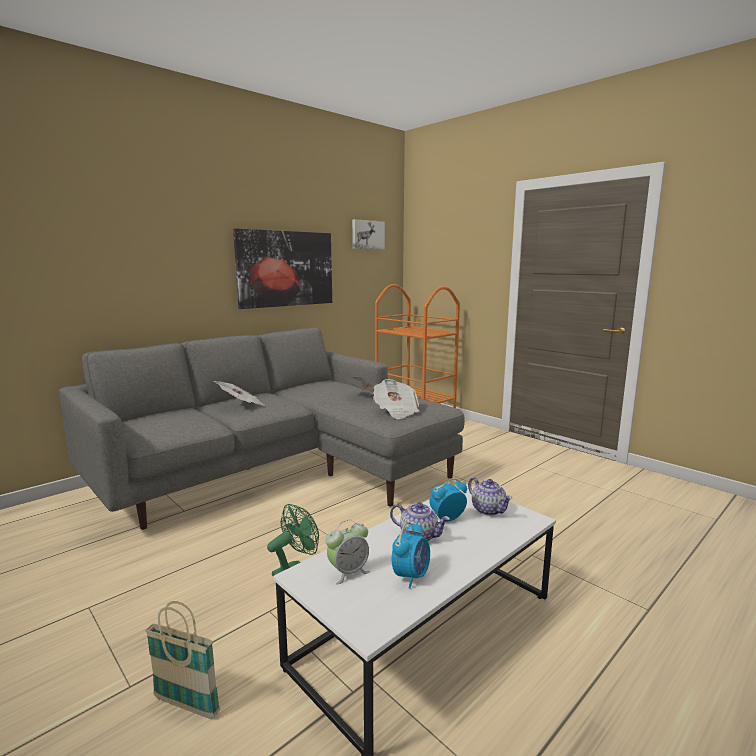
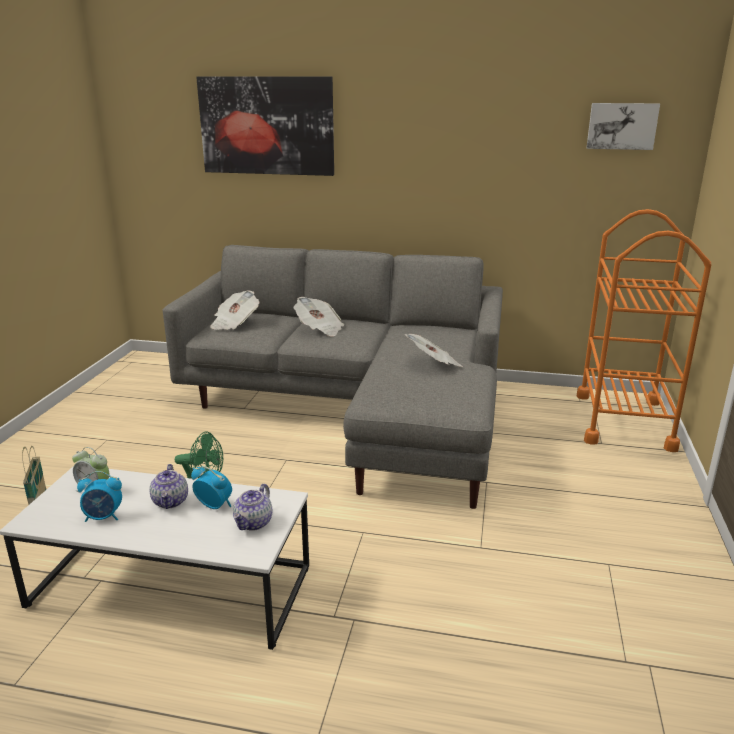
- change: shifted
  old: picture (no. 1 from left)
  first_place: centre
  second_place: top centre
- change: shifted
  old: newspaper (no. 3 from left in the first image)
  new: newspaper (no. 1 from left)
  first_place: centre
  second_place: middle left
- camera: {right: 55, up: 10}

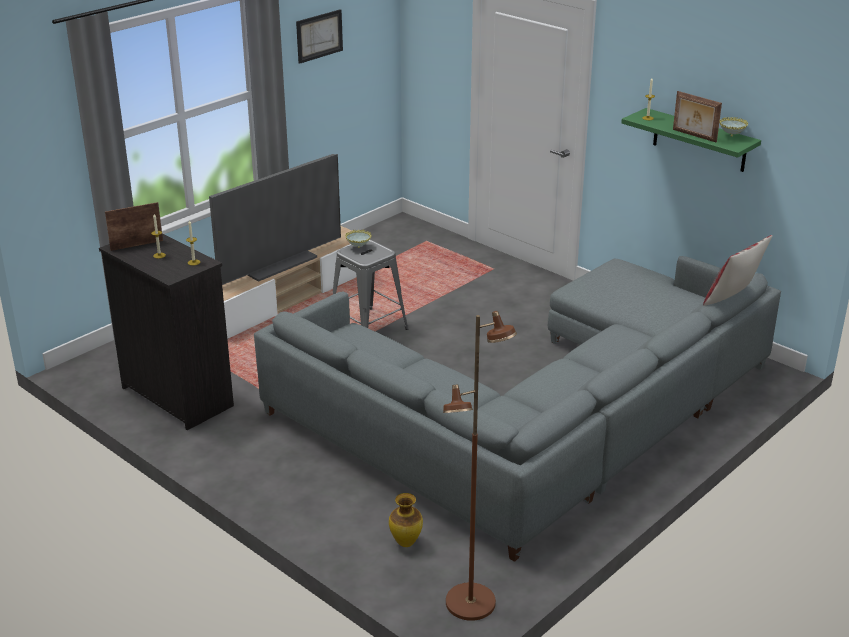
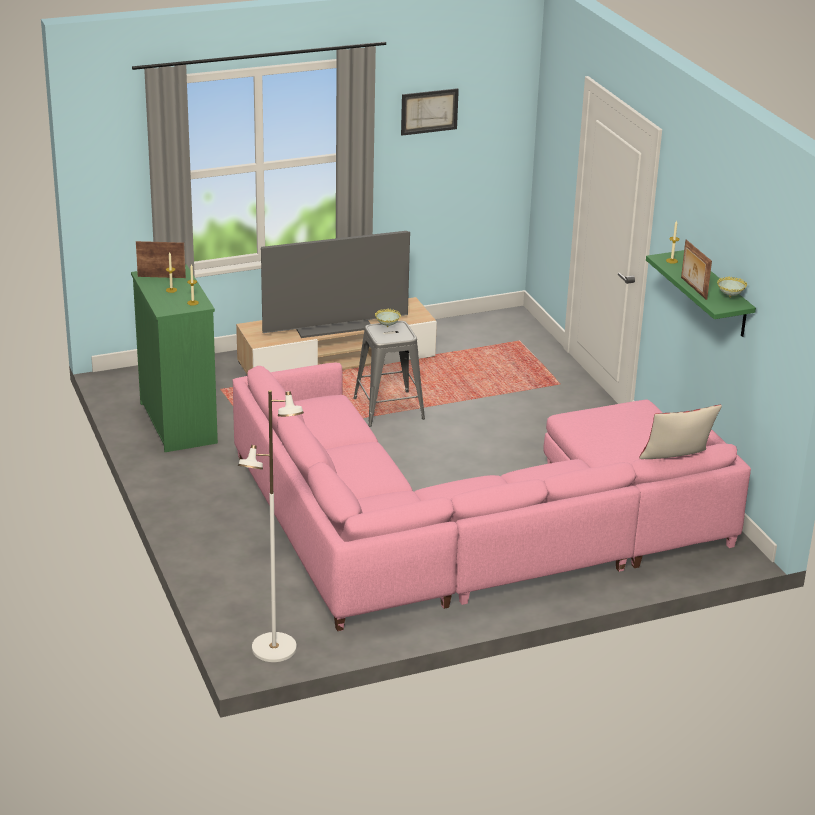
- change: repainted
  old: blackish_dresser
  new: greenish_dresser
  first_place: middle left
  second_place: middle left
- change: repainted
  old: gray_couch
  new: pink_couch
  first_place: centre
  second_place: centre
- change: repainted
  old: brownish_standing_lamp
  new: whitish_standing_lamp
  first_place: bottom centre
  second_place: middle left
- change: gone
  old: vase
  first_place: bottom centre
- camera: {right: 25, up: 0}

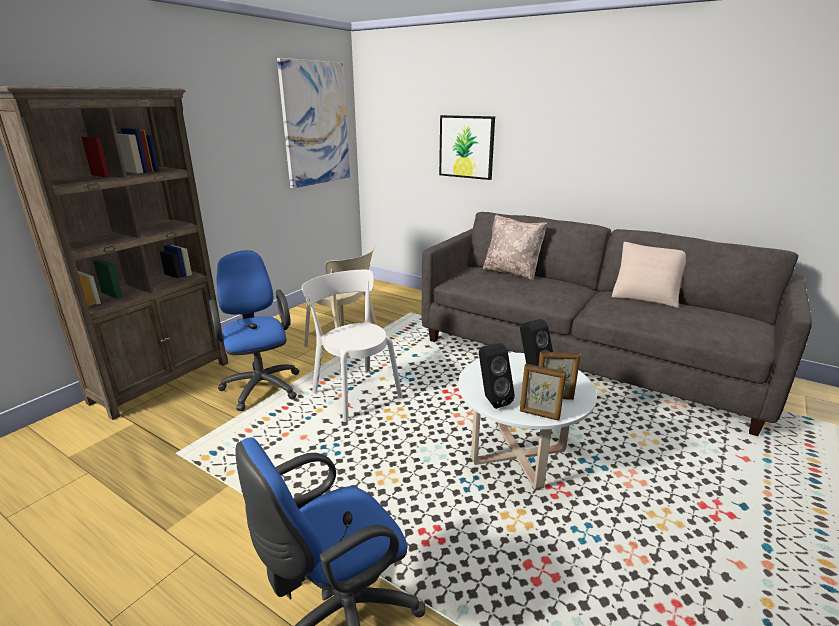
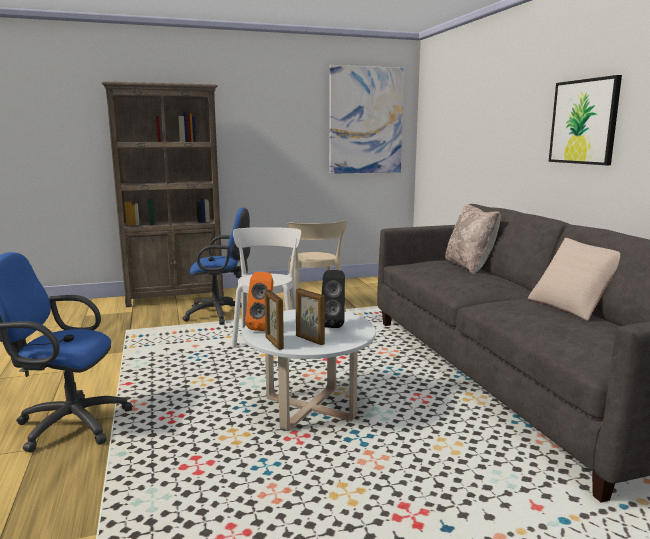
- change: shifted
  old: picture (no. 2 from left)
  first_place: top centre
  second_place: top right
- change: rotated
  old: blue_desk_chair (no. 1 from left in the first image)
  first_place: middle left
  second_place: middle left
  degrees: 75
- change: repainted
  old: blackish_audio_speaker (no. 1 from left)
  new: orangey_audio_speaker
  first_place: centre
  second_place: centre
- camera: {right: 40, up: -10}

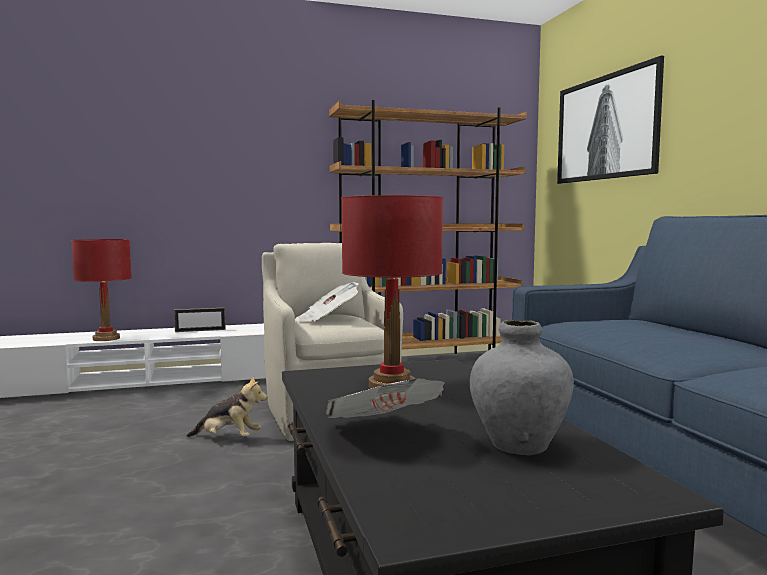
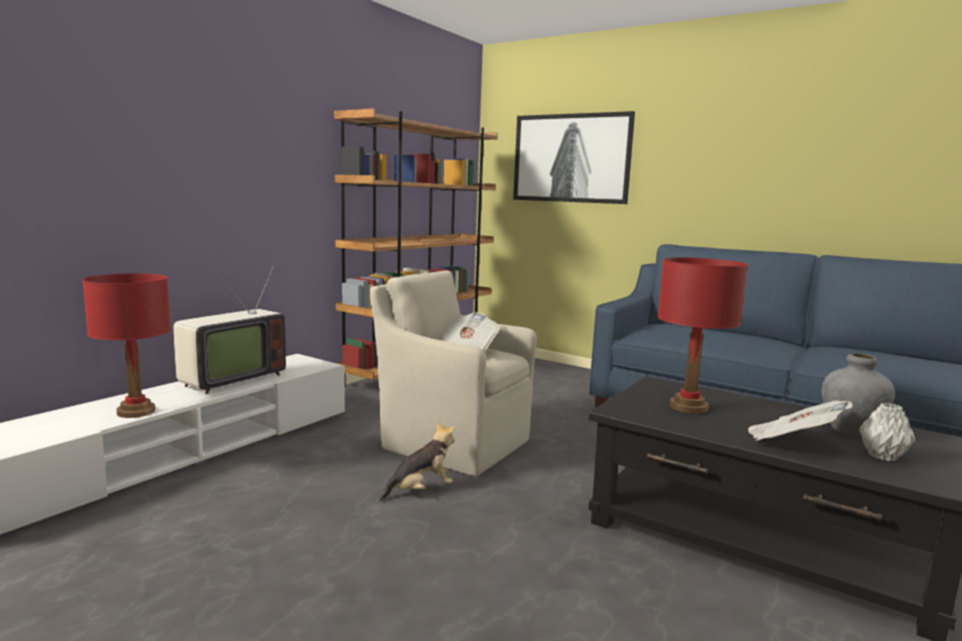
- change: swapped
  old: photo_frame
  new: TV
  first_place: middle left
  second_place: middle left
- change: new
  new: gray_vase (no. 2 from left)
  second_place: bottom right
- camera: {right: -40, up: 5}

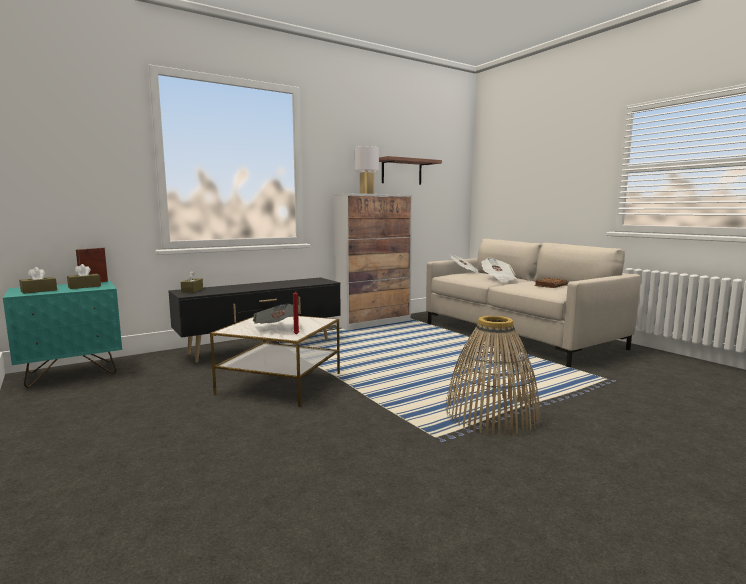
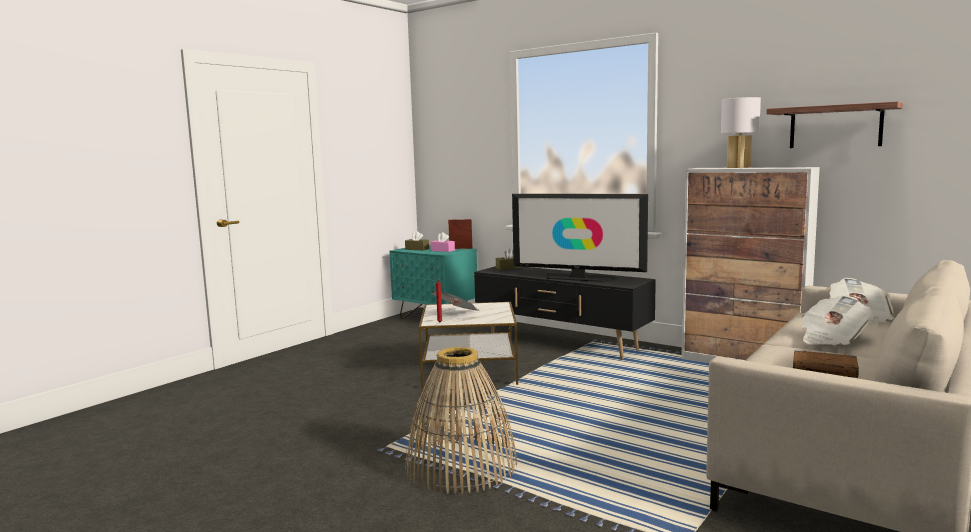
- change: repainted
  old: brownish_tissue_holder (no. 2 from left)
  new: pink_tissue_holder
  first_place: middle left
  second_place: centre
- change: new
  new: TV
  second_place: centre
- camera: {right: 70, up: 0}

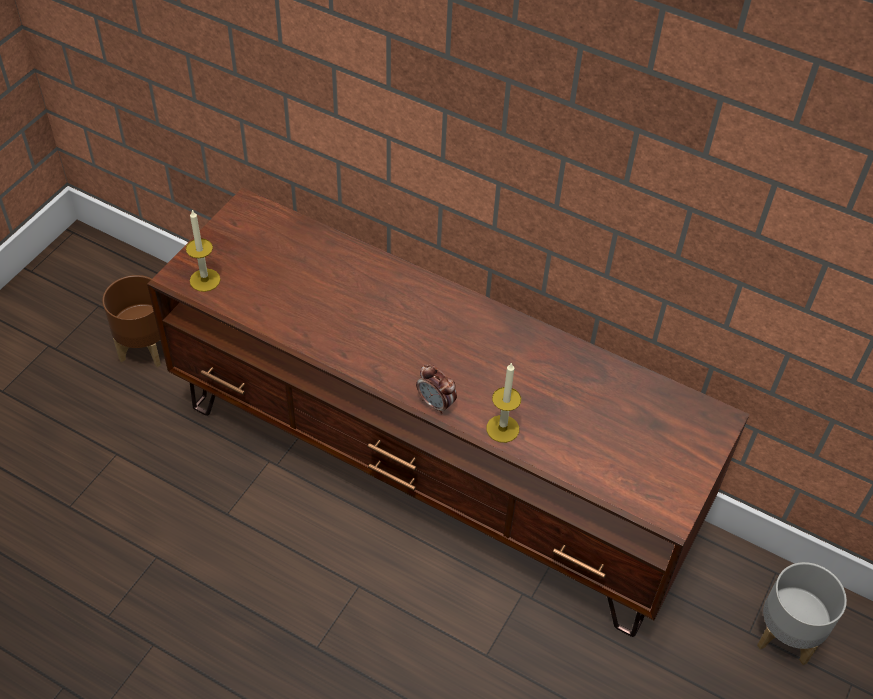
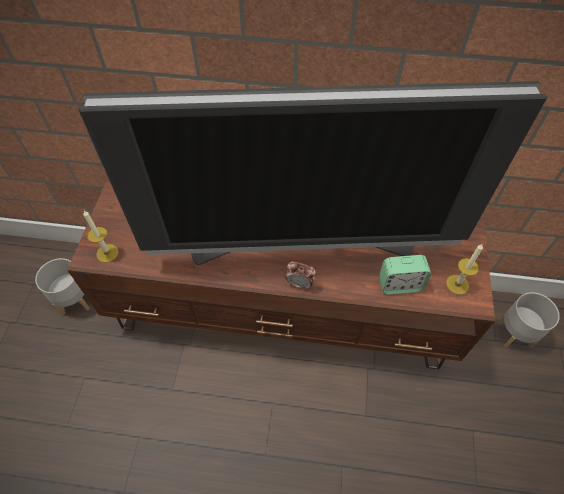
- change: repainted
  old: brownish_planter
  new: gray_planter (no. 1 from left)
  first_place: middle left
  second_place: middle left
- change: shifted
  old: wax_light (no. 2 from left)
  first_place: centre
  second_place: middle right
- change: new
  new: TV
  second_place: centre
- change: new
  new: bedside_clock (no. 2 from left)
  second_place: middle right
- camera: {right: -20, up: 5}

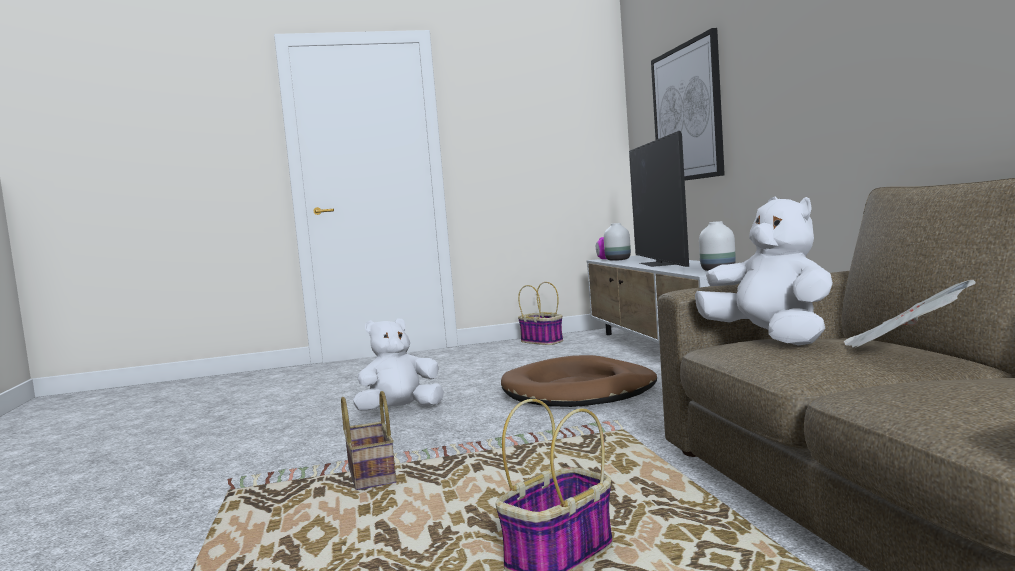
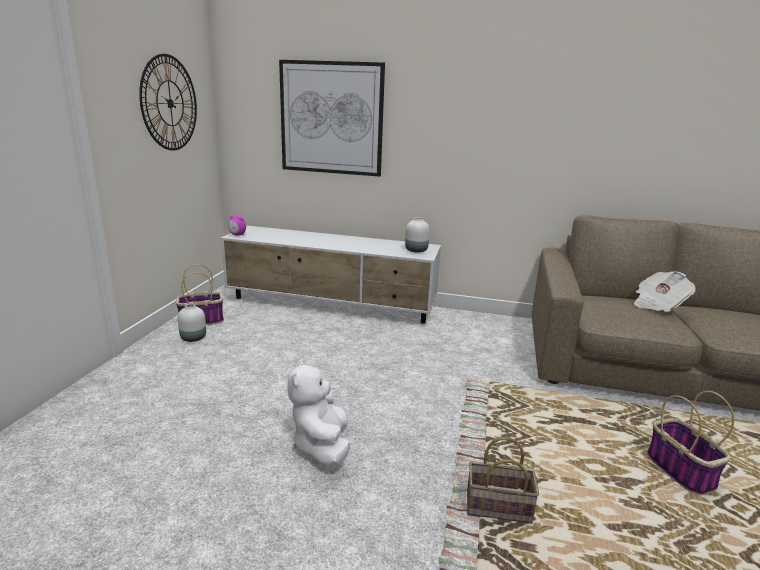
- change: gone
  old: TV
  first_place: centre
- change: gone
  old: whitish_plush_toy (no. 2 from left)
  first_place: middle right
- change: shifted
  old: whitish_vase (no. 1 from left)
  first_place: centre
  second_place: middle left
- change: gone
  old: brownish_dog_bed
  first_place: bottom centre
- change: new
  new: wall_clock
  second_place: top left
- camera: {right: -65, up: 15}

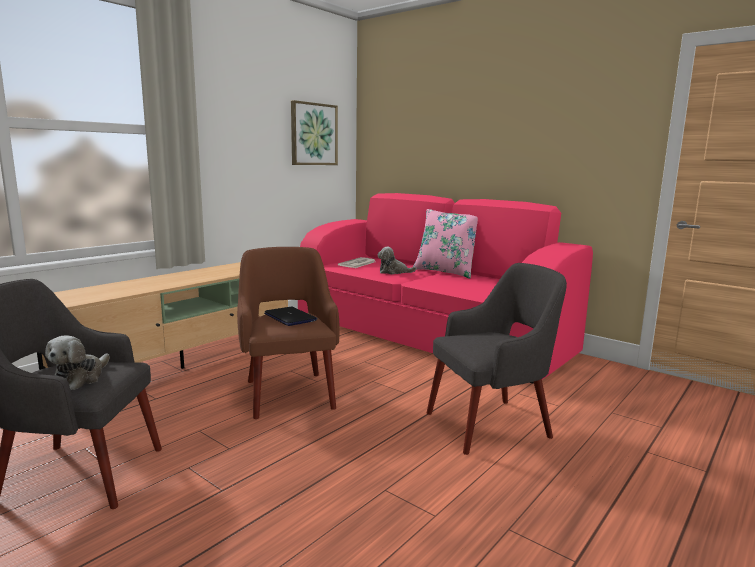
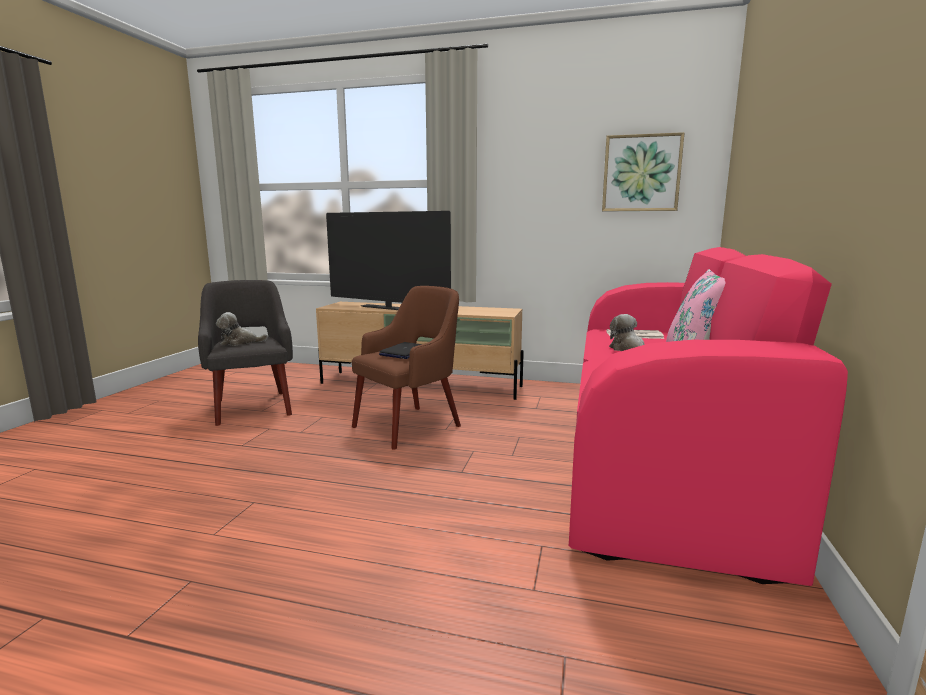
- change: gone
  old: gray_easy_chair (no. 2 from left)
  first_place: centre
- change: new
  new: TV
  second_place: centre
- camera: {right: 65, up: 0}

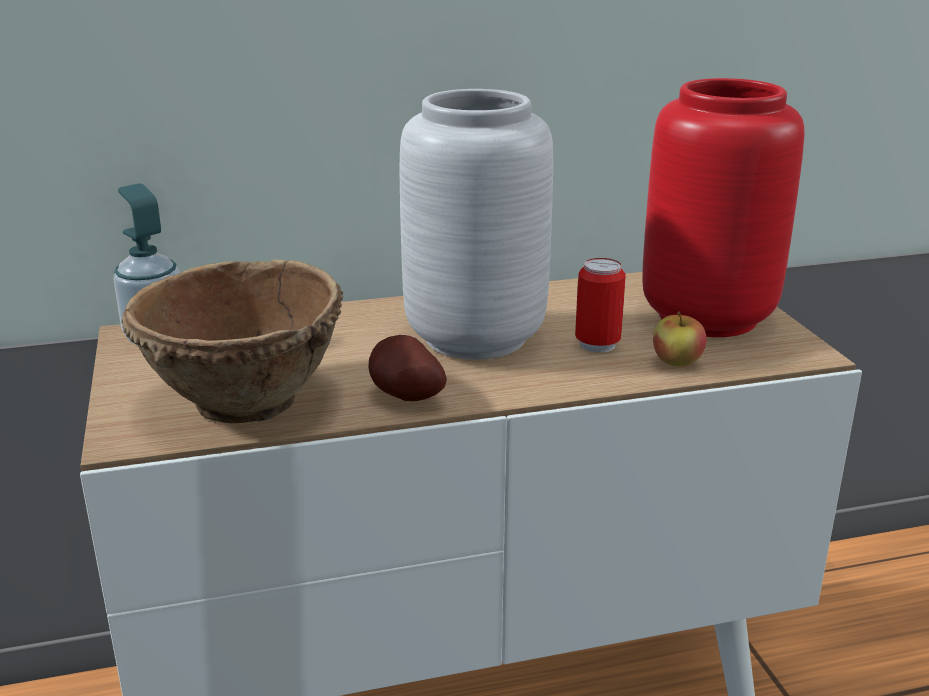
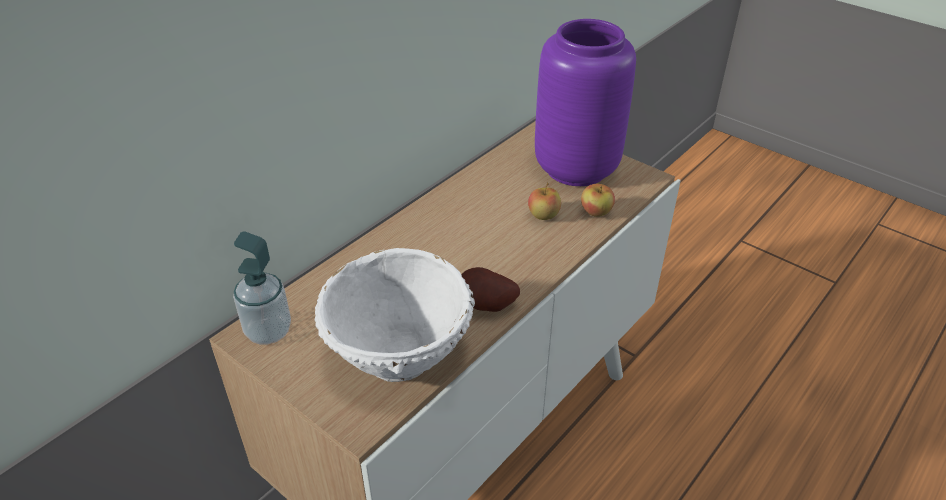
- change: repainted
  old: red_vase
  new: purplish_vase
  first_place: top right
  second_place: top centre
- change: gone
  old: gray_vase
  first_place: top centre
- change: swapped
  old: sealed_can
  new: whole_apple (no. 1 from left)
  first_place: centre
  second_place: centre
- change: repainted
  old: brownish_bowl
  new: whitish_bowl
  first_place: middle left
  second_place: centre
- camera: {right: -35, up: 15}

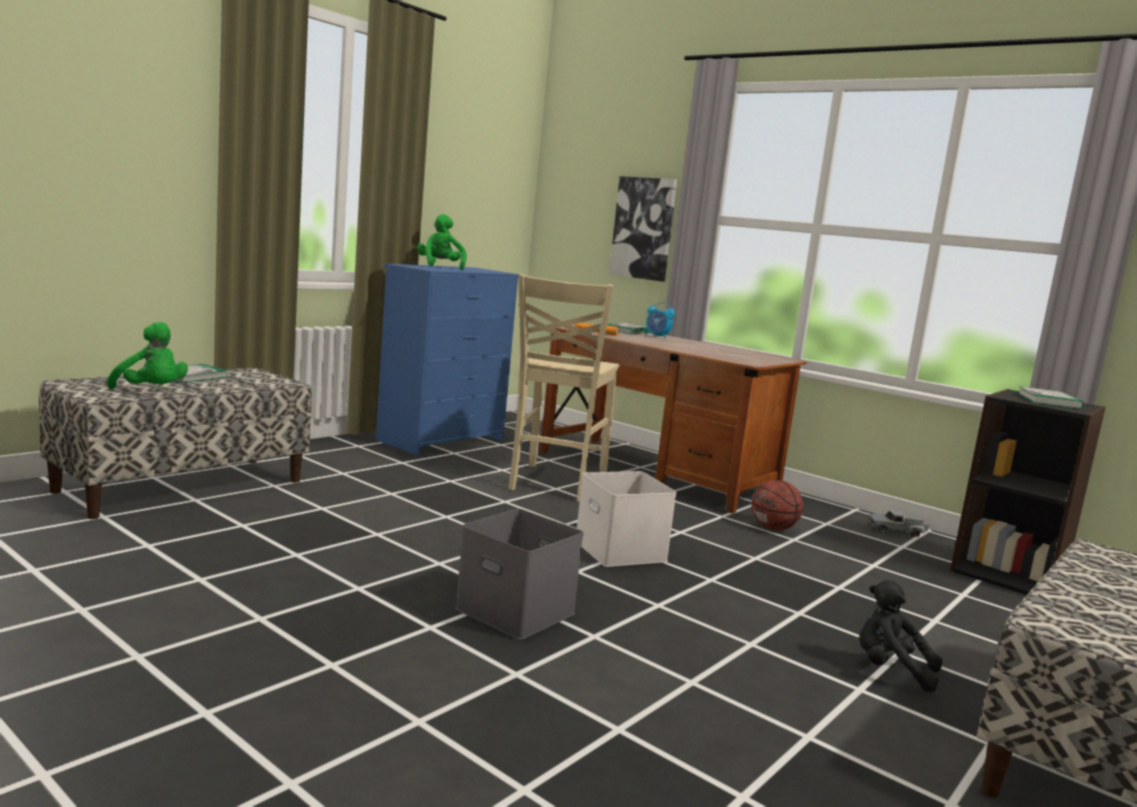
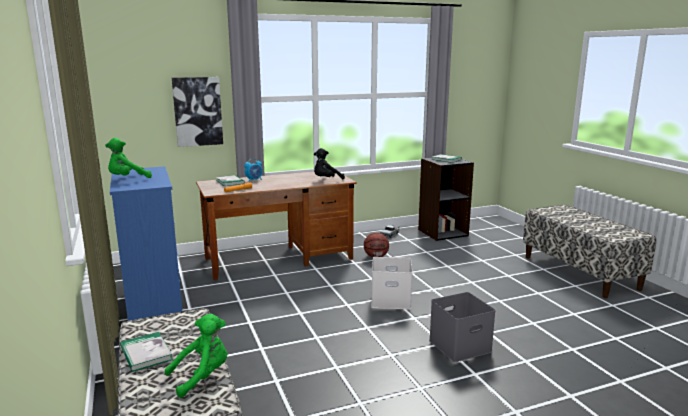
- change: rotated
  old: greenish_plush_toy (no. 2 from left in the first image)
  first_place: top centre
  second_place: middle left
  degrees: -45
- change: gone
  old: beige-coloured_plain_chair
  first_place: centre
- change: shifted
  old: blackish_plush_toy
  first_place: bottom right
  second_place: centre
- camera: {right: -60, up: 5}

